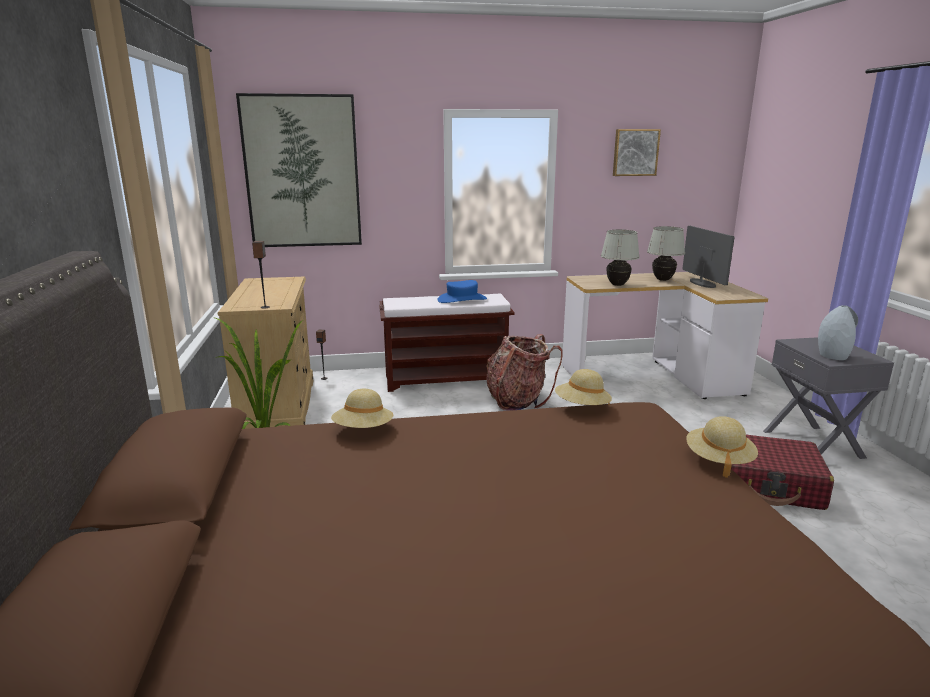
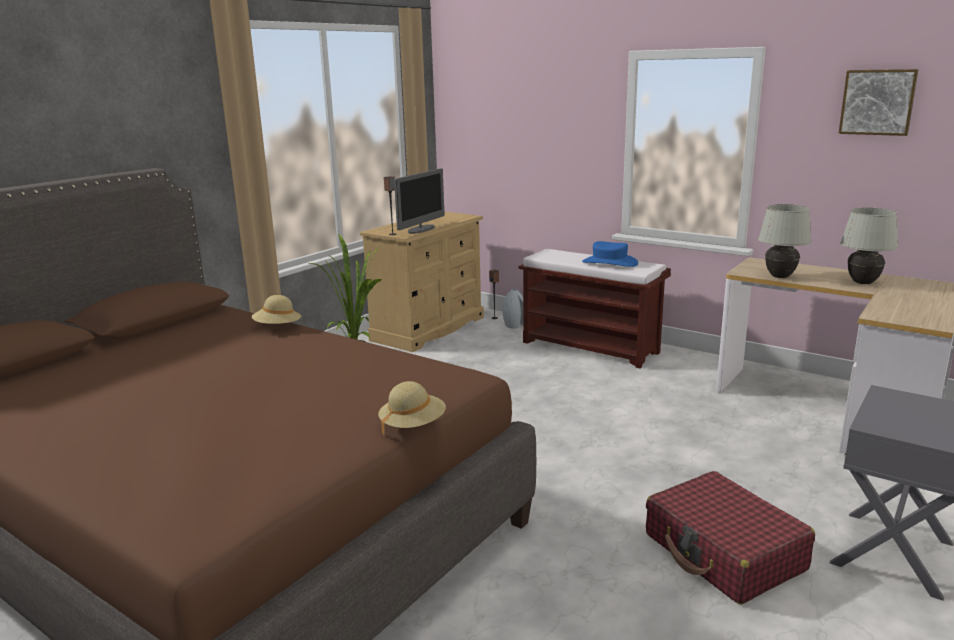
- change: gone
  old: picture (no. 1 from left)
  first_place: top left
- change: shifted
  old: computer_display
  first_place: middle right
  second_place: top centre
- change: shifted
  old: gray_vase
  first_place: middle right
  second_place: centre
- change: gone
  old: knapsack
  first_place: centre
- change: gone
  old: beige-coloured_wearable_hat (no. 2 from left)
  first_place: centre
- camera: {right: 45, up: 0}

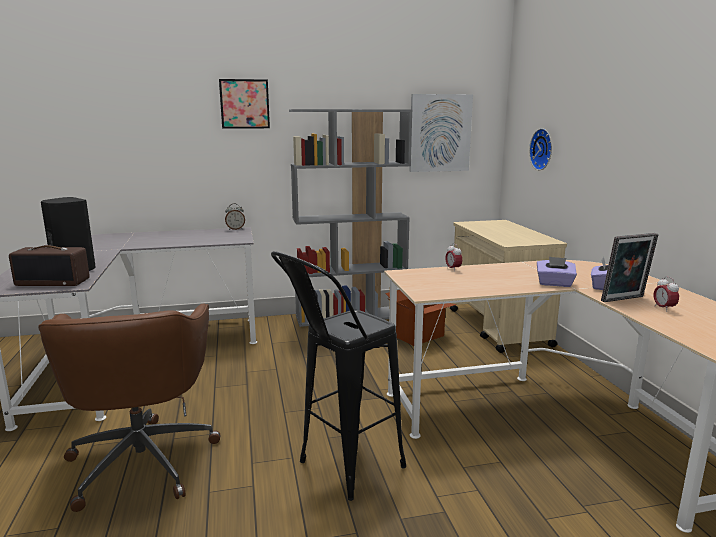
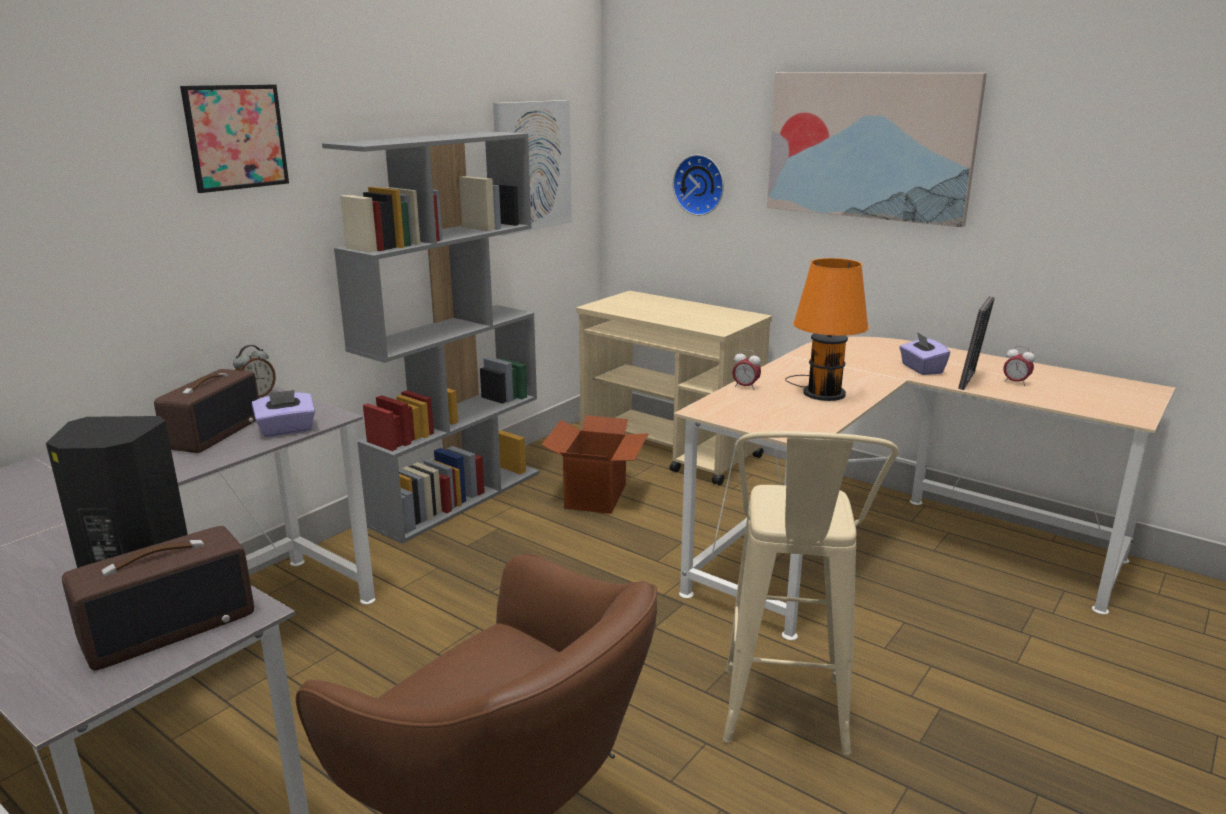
- change: repainted
  old: blackish_stool_seat
  new: beige-coloured_stool_seat
  first_place: bottom centre
  second_place: bottom centre
- change: shifted
  old: purplish_tissue_holder (no. 1 from left)
  first_place: middle right
  second_place: middle left
- change: new
  new: picture (no. 3 from left)
  second_place: top right
- change: new
  new: orangey_lamp_for_a_table
  second_place: middle right
- change: new
  new: radio_receiver (no. 2 from left)
  second_place: middle left
- camera: {right: -40, up: 5}

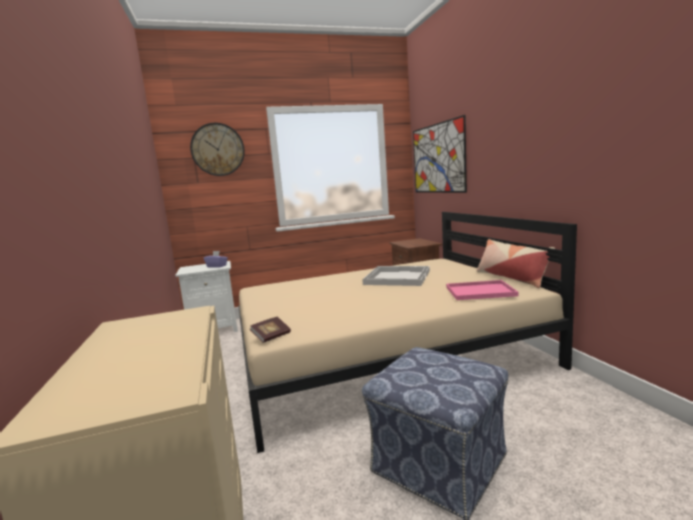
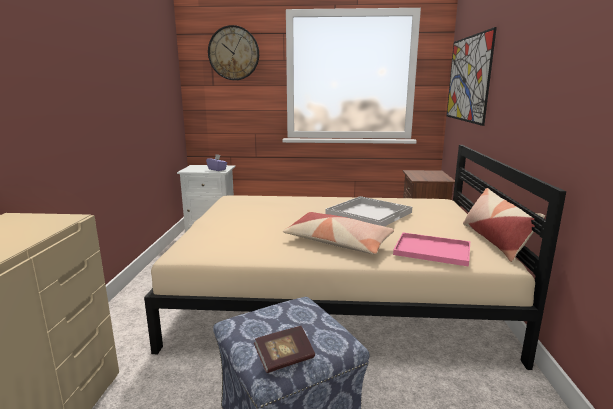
- change: shifted
  old: book
  first_place: centre
  second_place: bottom centre
- change: new
  new: cushion (no. 1 from left)
  second_place: centre
- camera: {right: 20, up: 5}

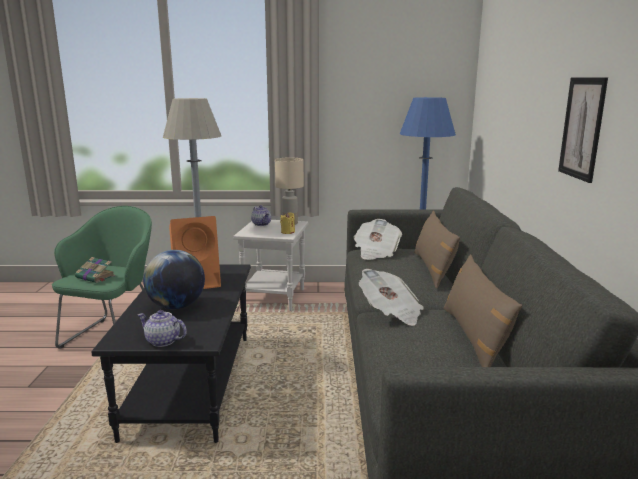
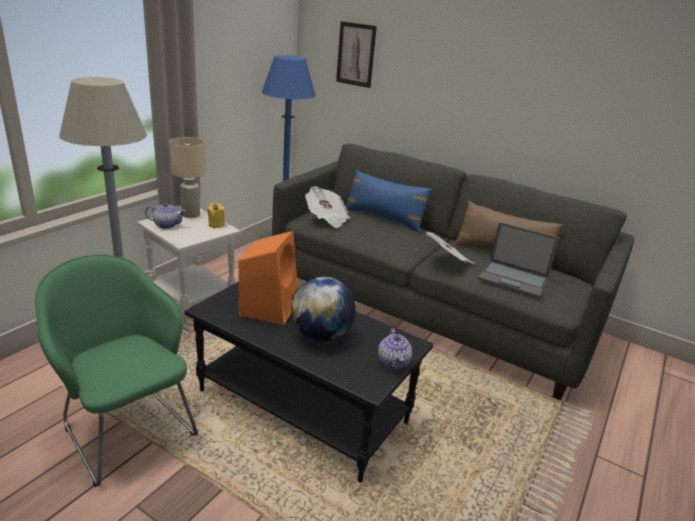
- change: shifted
  old: picture
  first_place: top right
  second_place: top centre
- change: repainted
  old: brownish_cushion (no. 1 from left)
  new: blue_cushion
  first_place: middle right
  second_place: centre
- change: gone
  old: book
  first_place: middle left
- change: rotated
  old: tea_pot (no. 1 from left in the first image)
  first_place: bottom left
  second_place: bottom centre
  degrees: -60
- change: new
  new: notebook_computer
  second_place: middle right
- camera: {right: -60, up: 10}

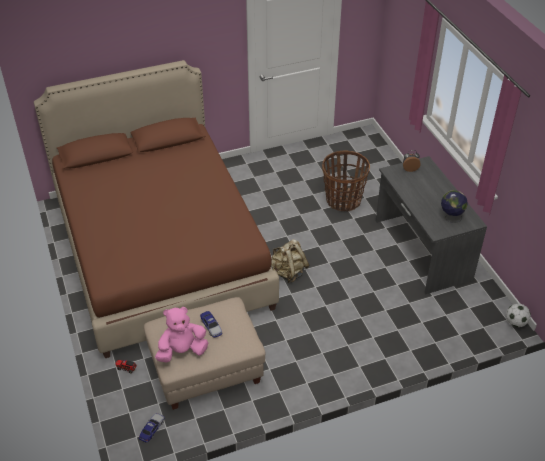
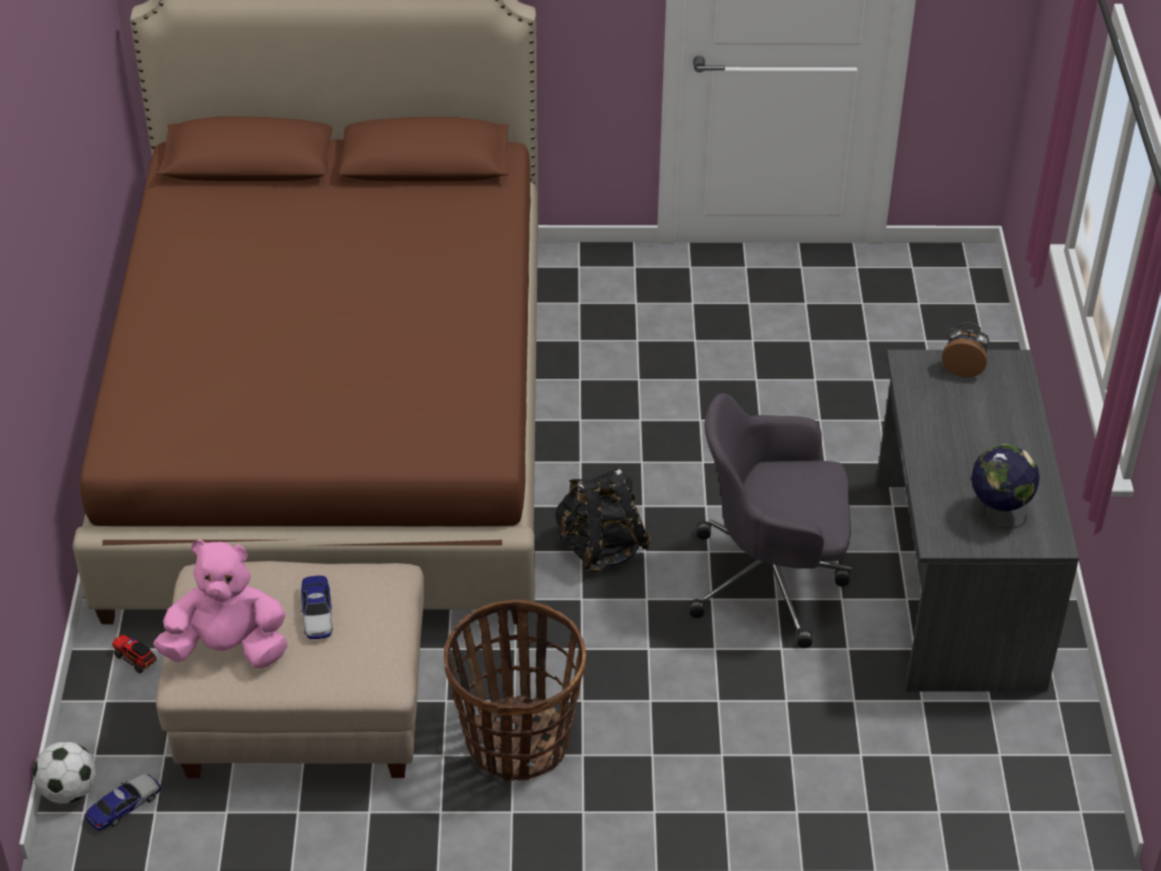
- change: shifted
  old: storage_basket
  first_place: centre
  second_place: bottom centre
- change: repainted
  old: beige-coloured_knapsack
  new: blackish_knapsack
  first_place: centre
  second_place: centre
- change: shifted
  old: ball_for_football
  first_place: bottom right
  second_place: bottom left
- change: new
  new: gray_desk_chair
  second_place: centre
- camera: {right: 20, up: 0}

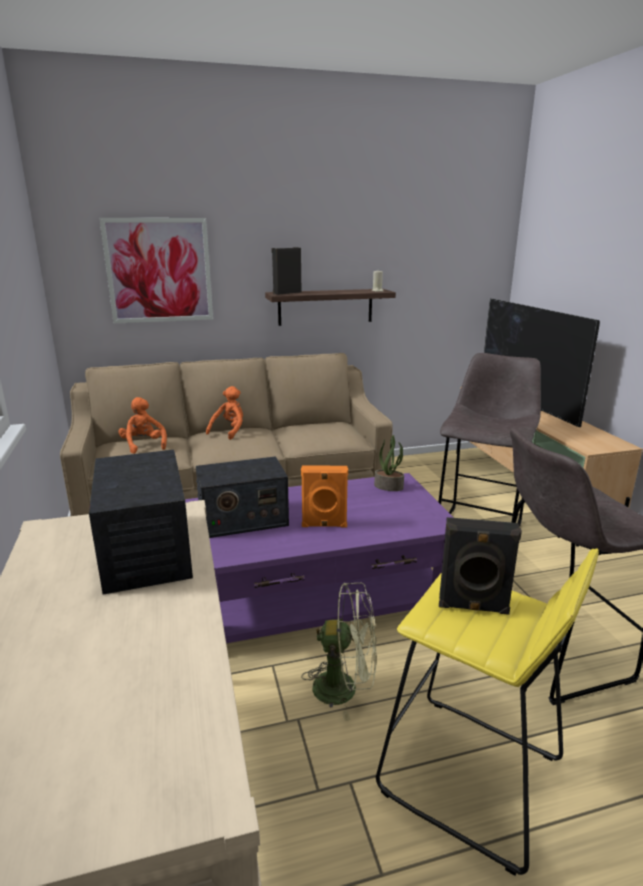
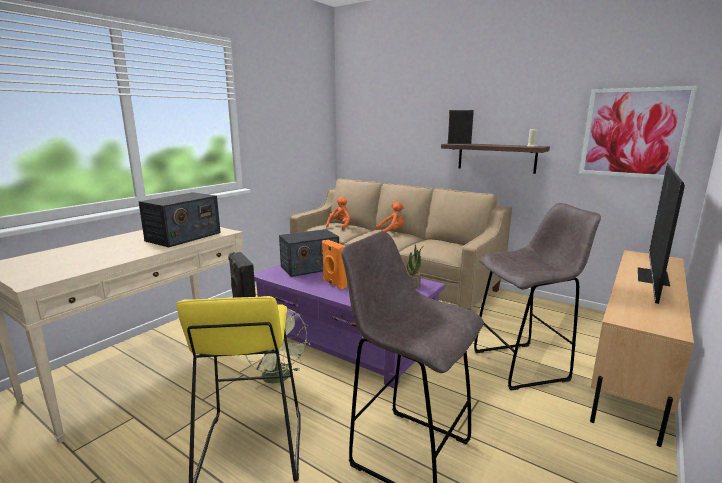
- change: shifted
  old: picture
  first_place: top left
  second_place: top right
- change: rotated
  old: radio_receiver (no. 2 from left)
  first_place: centre
  second_place: centre
  degrees: -60
- camera: {right: 50, up: -5}

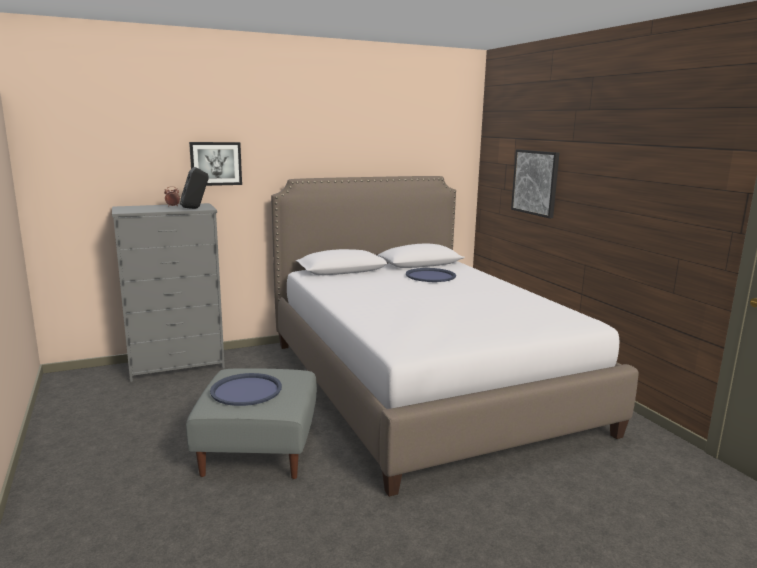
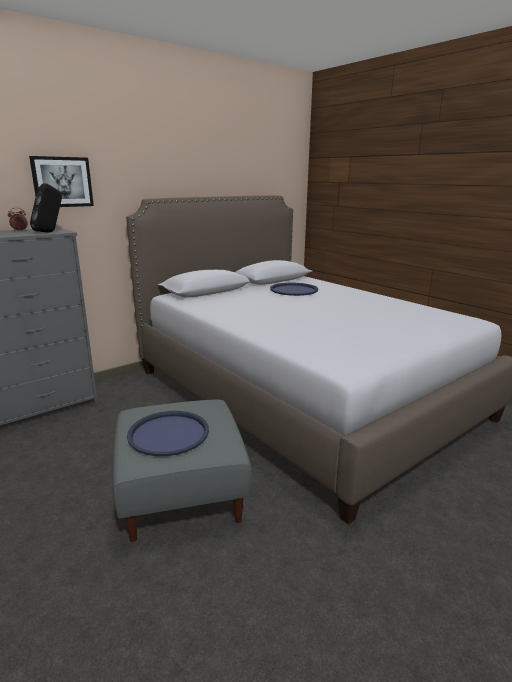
- change: gone
  old: picture (no. 2 from left)
  first_place: top right
- camera: {right: -15, up: 5}

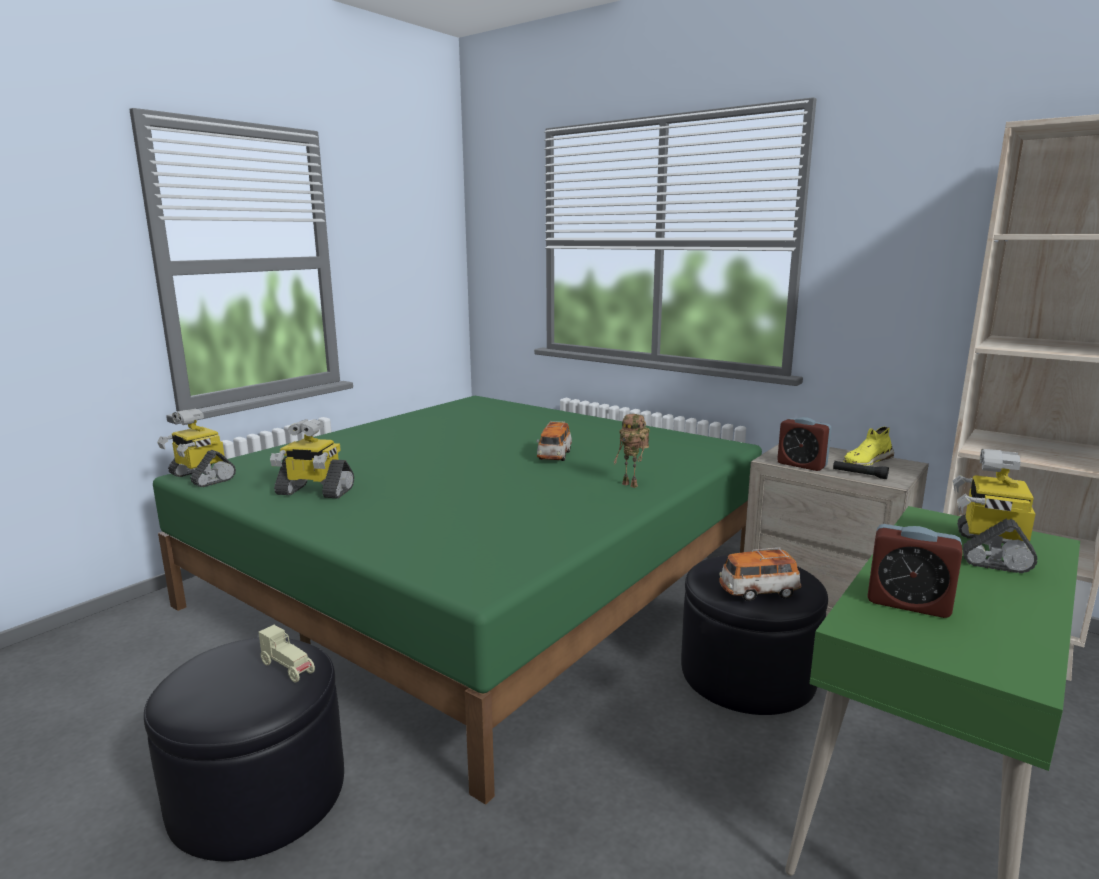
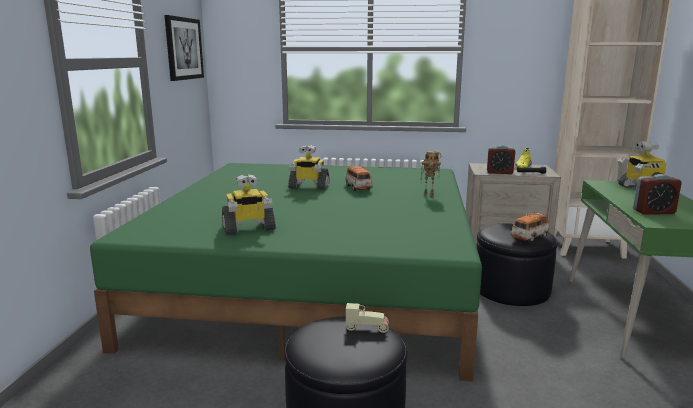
- change: shifted
  old: model_robot (no. 1 from left in the first image)
  new: model_robot (no. 2 from left)
  first_place: middle left
  second_place: centre
- change: new
  new: picture
  second_place: top left
- camera: {right: -30, up: 0}

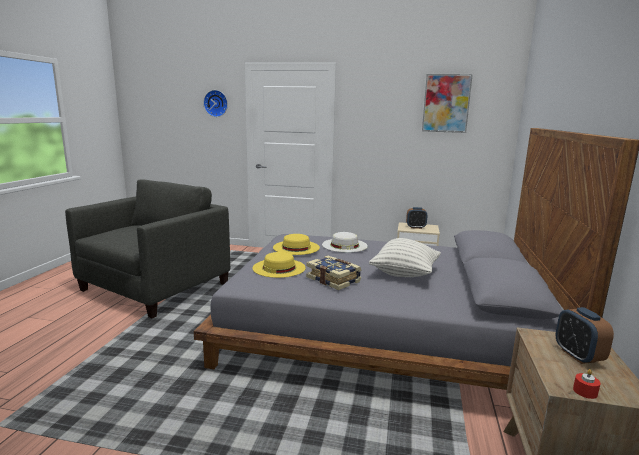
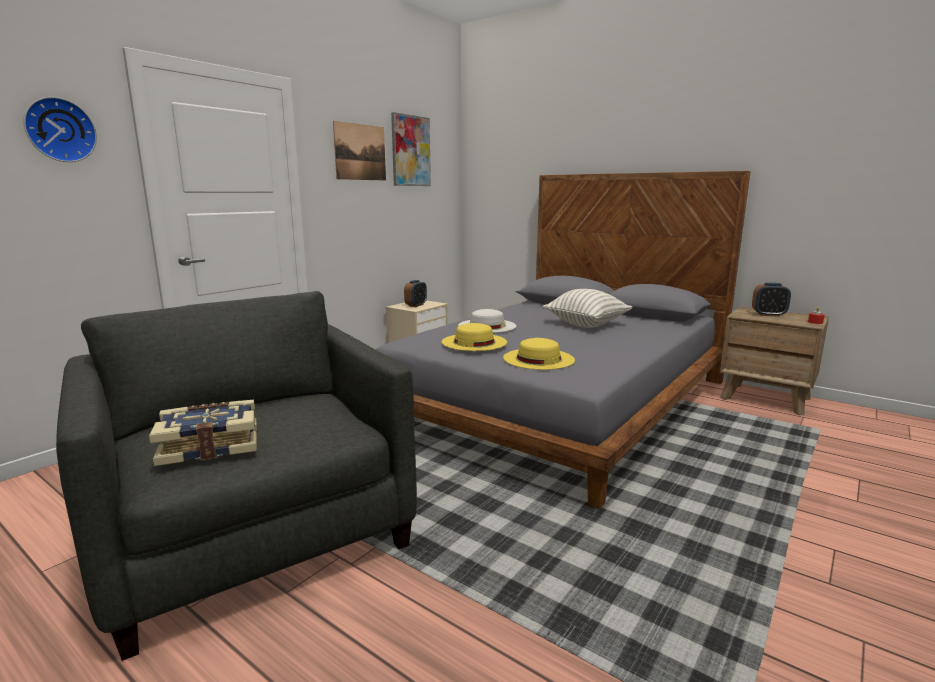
- change: shifted
  old: book
  first_place: centre
  second_place: middle left
- change: new
  new: picture (no. 1 from left)
  second_place: top centre
- camera: {right: -65, up: 0}

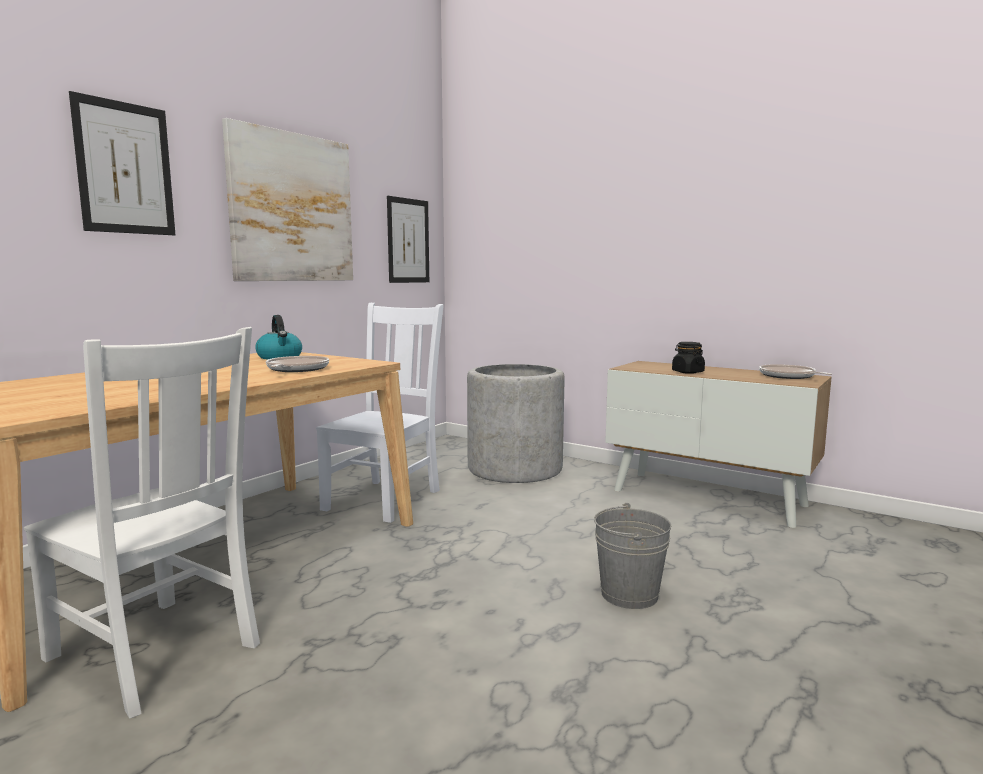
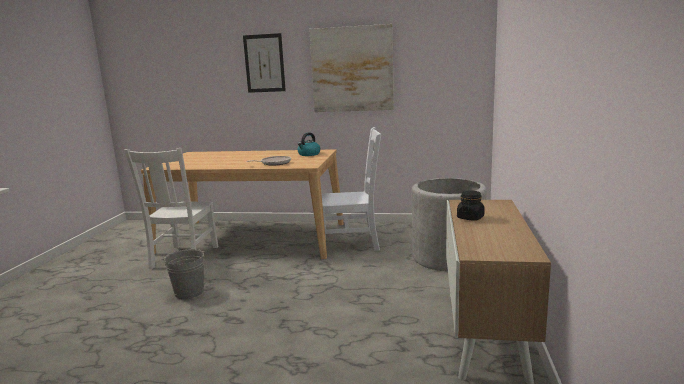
- change: gone
  old: picture (no. 3 from left)
  first_place: top centre
- change: gone
  old: skillet (no. 2 from left)
  first_place: middle right
- change: shifted
  old: gray_water_bucket
  first_place: bottom centre
  second_place: bottom left
- camera: {right: 65, up: 5}

